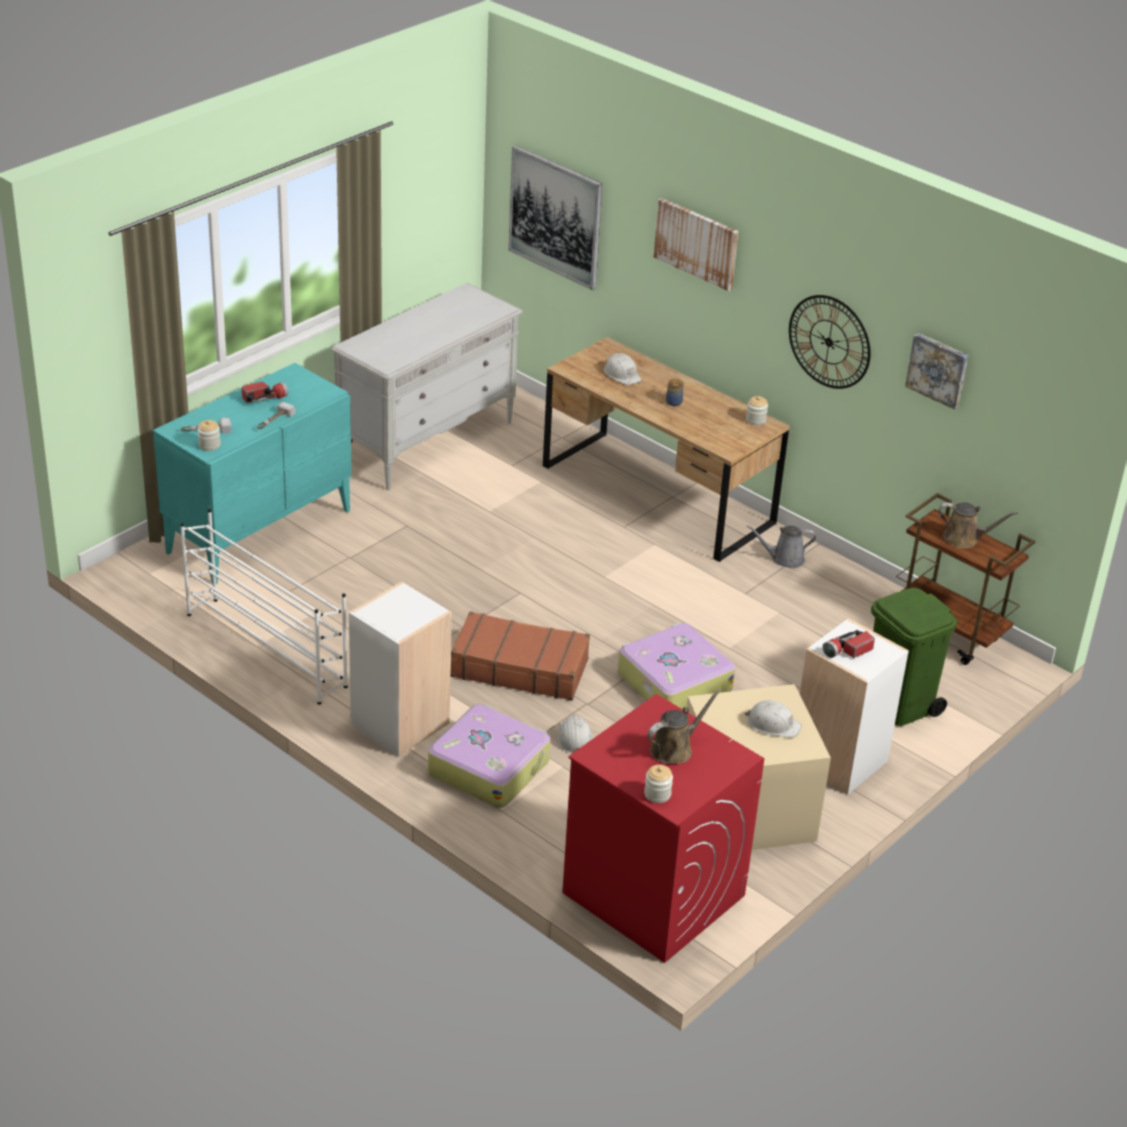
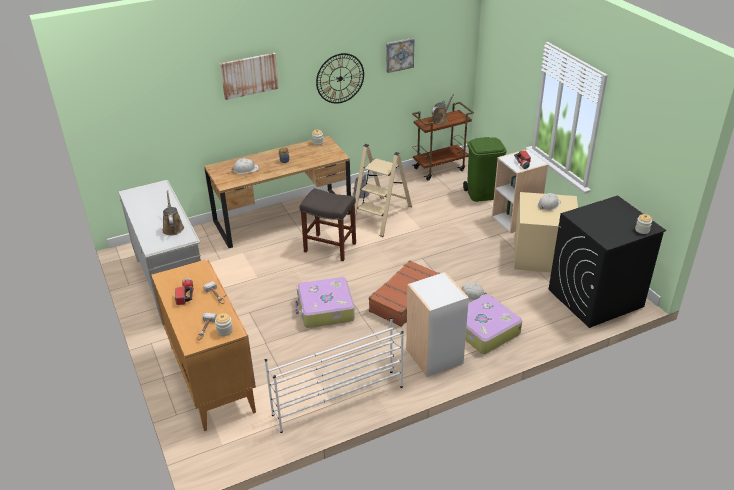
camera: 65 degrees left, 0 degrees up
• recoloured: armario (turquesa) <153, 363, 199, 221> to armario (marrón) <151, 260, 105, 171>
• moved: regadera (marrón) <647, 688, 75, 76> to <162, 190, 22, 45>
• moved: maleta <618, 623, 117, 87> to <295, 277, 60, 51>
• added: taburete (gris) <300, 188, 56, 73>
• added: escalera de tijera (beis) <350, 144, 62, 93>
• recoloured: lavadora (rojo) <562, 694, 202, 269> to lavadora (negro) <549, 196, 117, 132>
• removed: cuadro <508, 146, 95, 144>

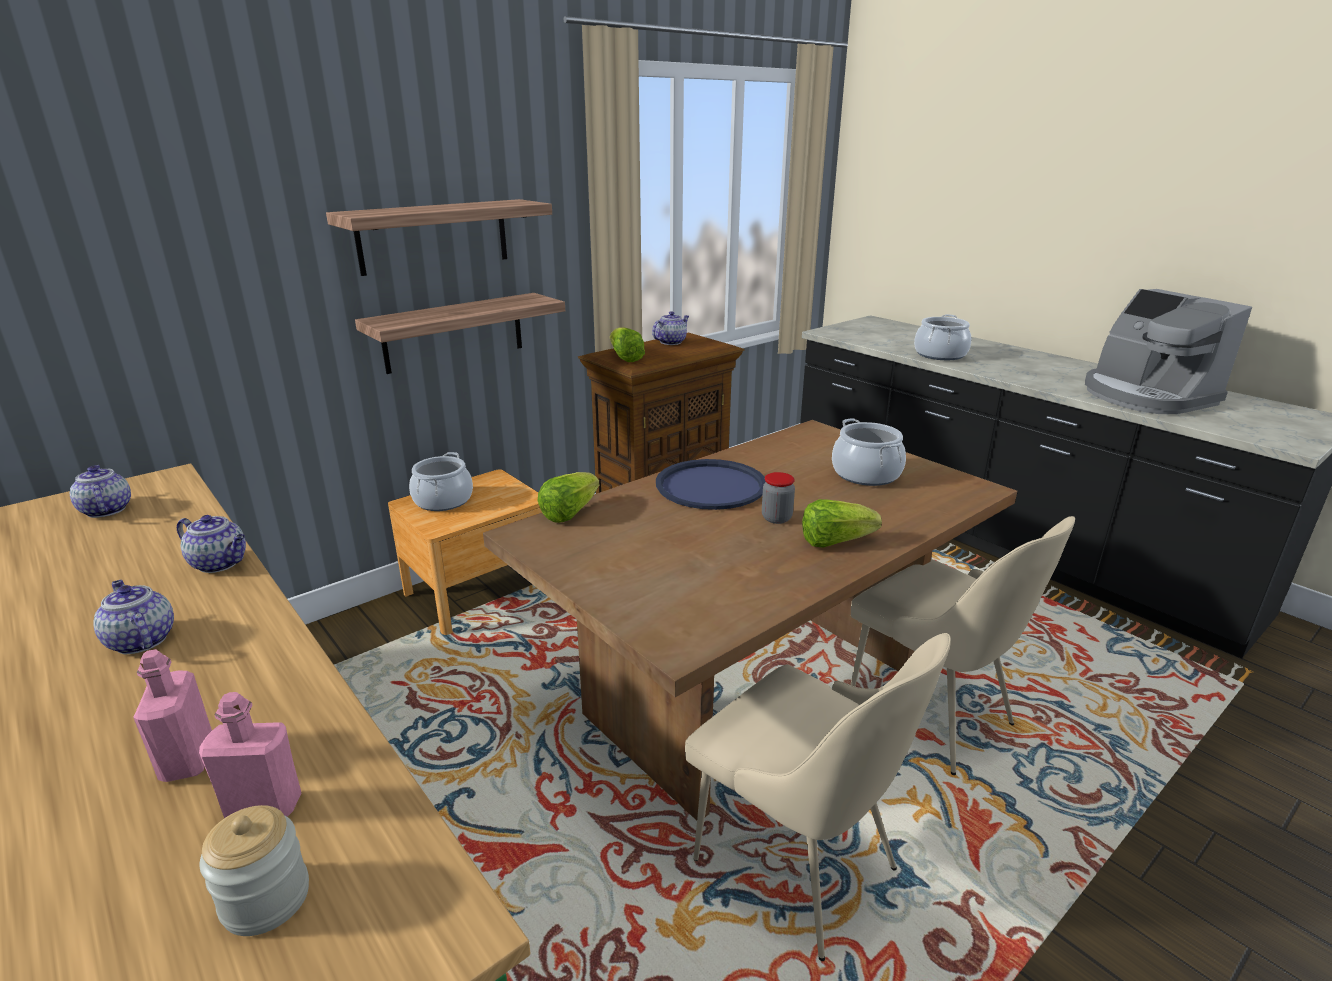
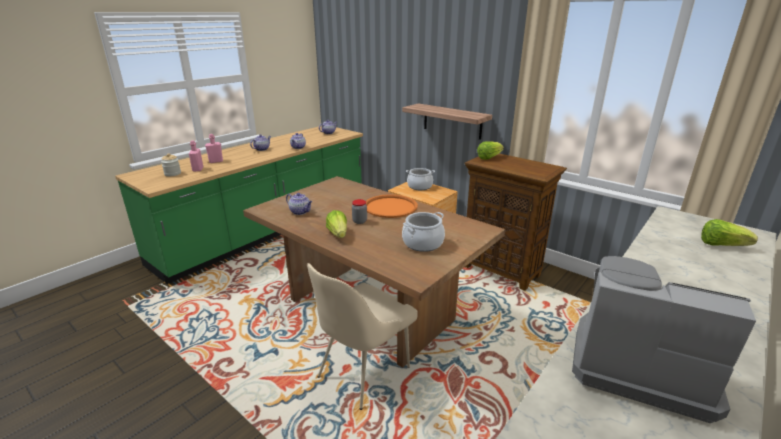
camera: 80 degrees right, 0 degrees up
• moved: tetera <652, 311, 37, 34> to <286, 193, 26, 22>
• recoloured: bandeja (azul) <656, 459, 109, 51> to bandeja (naranja) <366, 194, 52, 24>
• turned: cafetera <1085, 289, 167, 125> = <572, 256, 184, 167> 60 degrees clockwise
• moved: lechuga <538, 472, 61, 51> to <701, 219, 57, 27>
• removed: estante <326, 199, 226, 77>
• removed: silla (beis) <685, 633, 266, 328>
• removed: olla <914, 314, 57, 46>

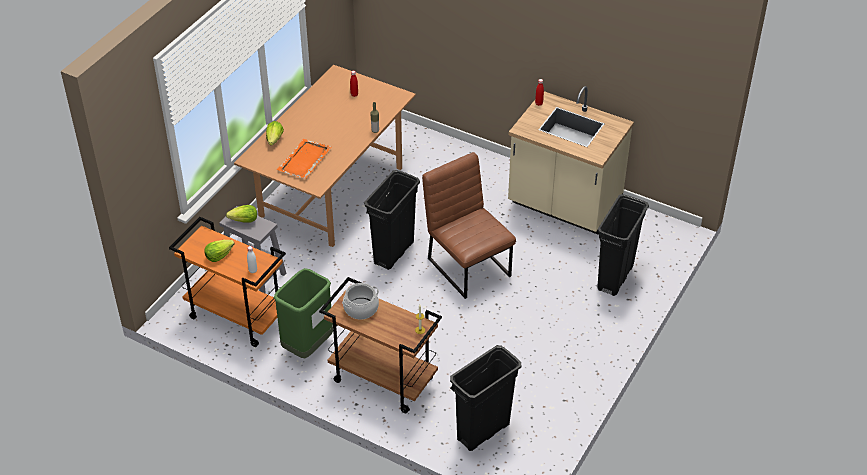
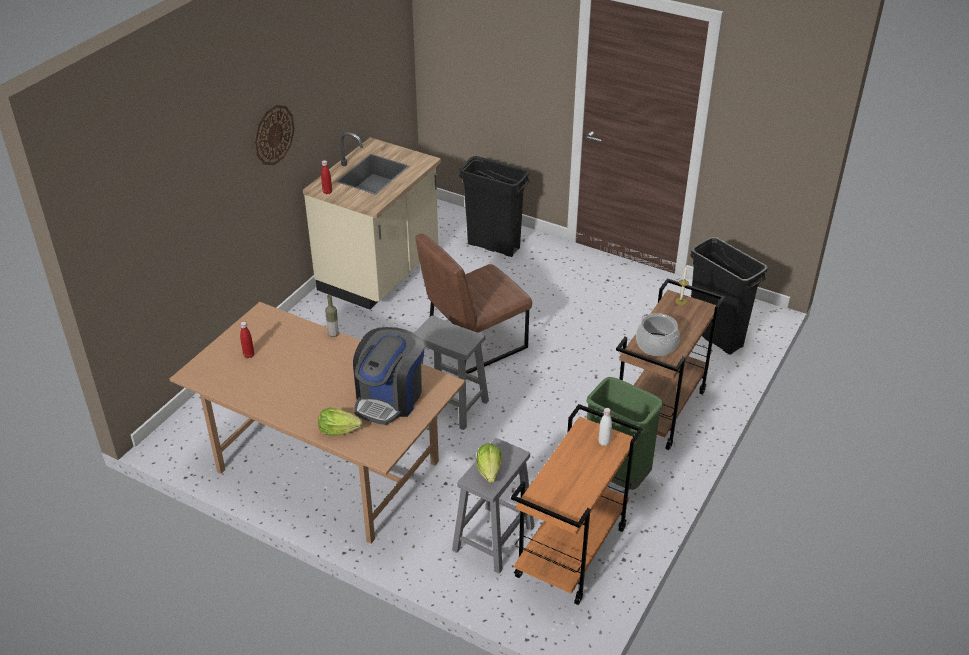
camera: 90 degrees left, 5 degrees down
• added: reloj de pared <254, 105, 41, 60>
• replaced: bandeja (naranja) <277, 139, 54, 40> to cafetera <353, 327, 71, 98>
• replaced: papelera (negro) <364, 170, 56, 100> to taburete (gris) <414, 316, 75, 114>
• removed: lechuga <204, 240, 30, 22>

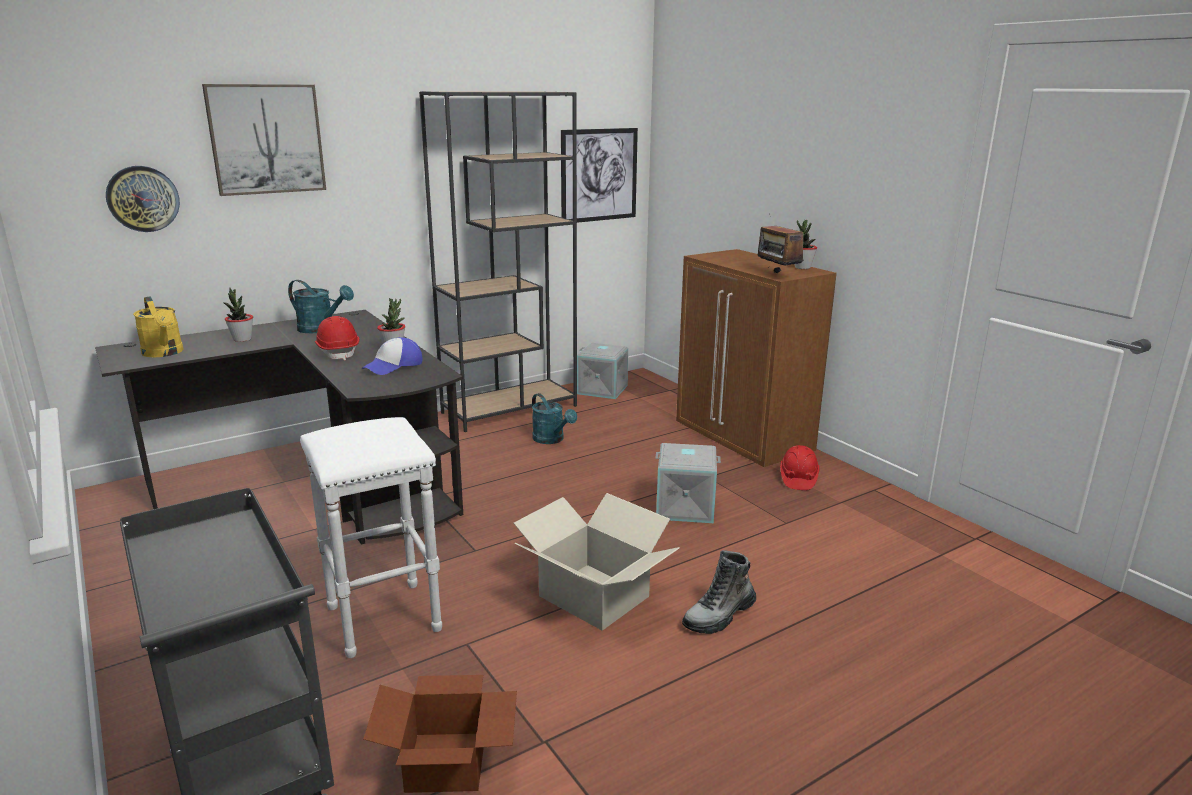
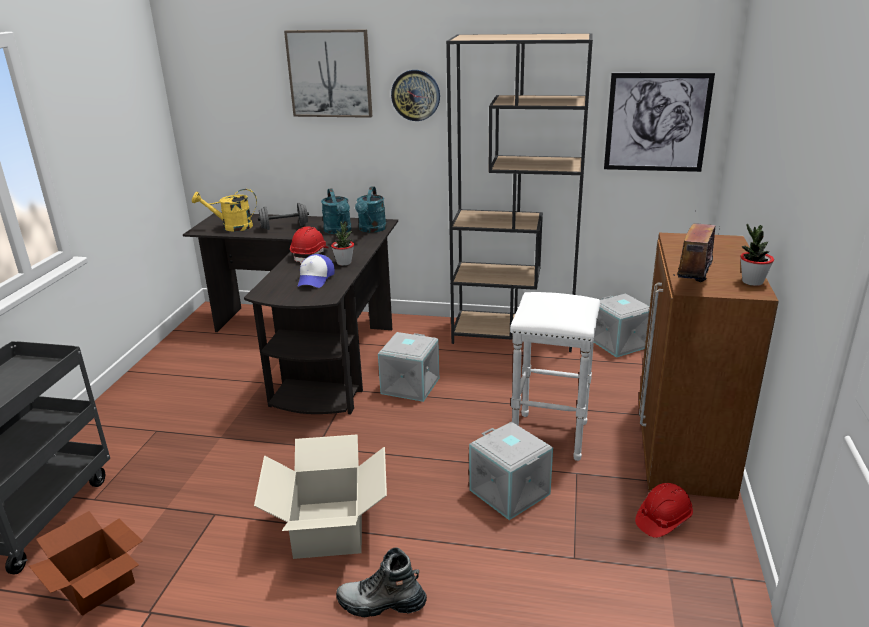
camera: 45 degrees right, 5 degrees up
• turned: regadera (amarillo) <133, 297, 50, 60> = <192, 189, 65, 43> 75 degrees clockwise
• replaced: planta en maceta <223, 288, 30, 54> to mancuerna (gris) <258, 203, 51, 27>
• turned: gorra <362, 337, 60, 38> = <298, 254, 37, 34> 75 degrees counterclockwise
• moved: regadera (turquesa) <532, 393, 45, 51> to <355, 187, 32, 46>
• added: caja de almacenaje (gris) <378, 332, 61, 70>
• moved: reloj de pared <106, 166, 74, 66> to <391, 70, 49, 51>
• moved: taburete (blanco) <300, 417, 142, 241> to <510, 292, 90, 169>

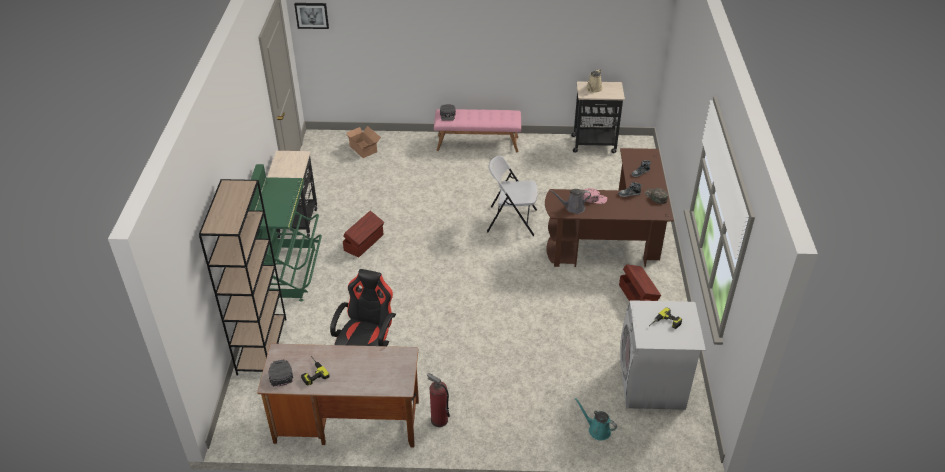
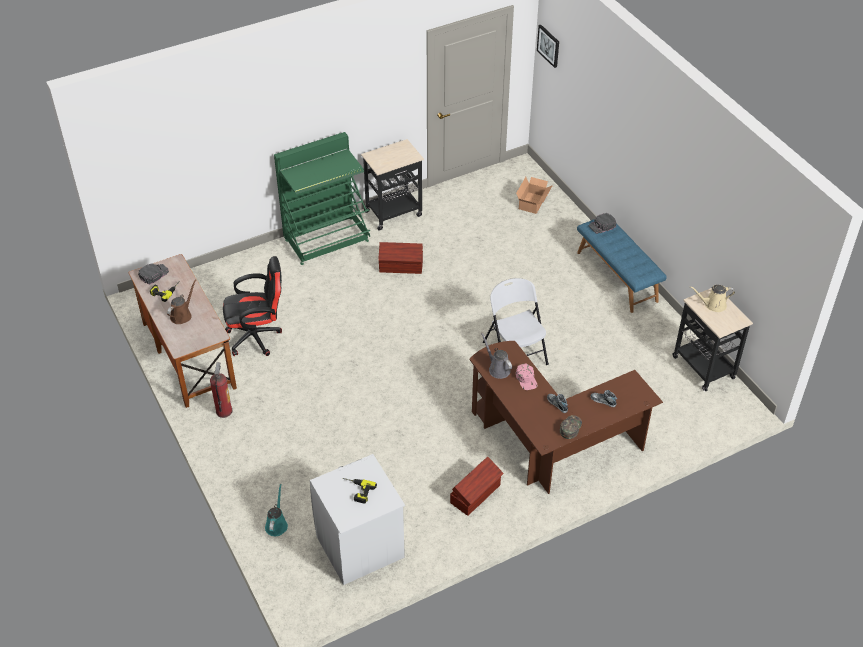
camera: 60 degrees right, 5 degrees up
• added: regadera (marrón) <167, 279, 29, 45>
• recoloured: banco (rosa) <434, 109, 87, 43> to banco (azul) <577, 219, 90, 94>
• removed: estantería (beis) <199, 179, 88, 197>

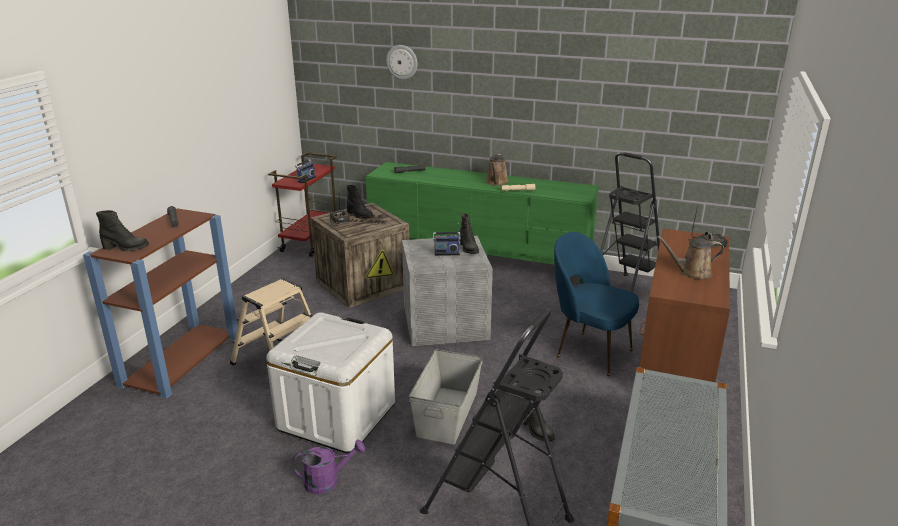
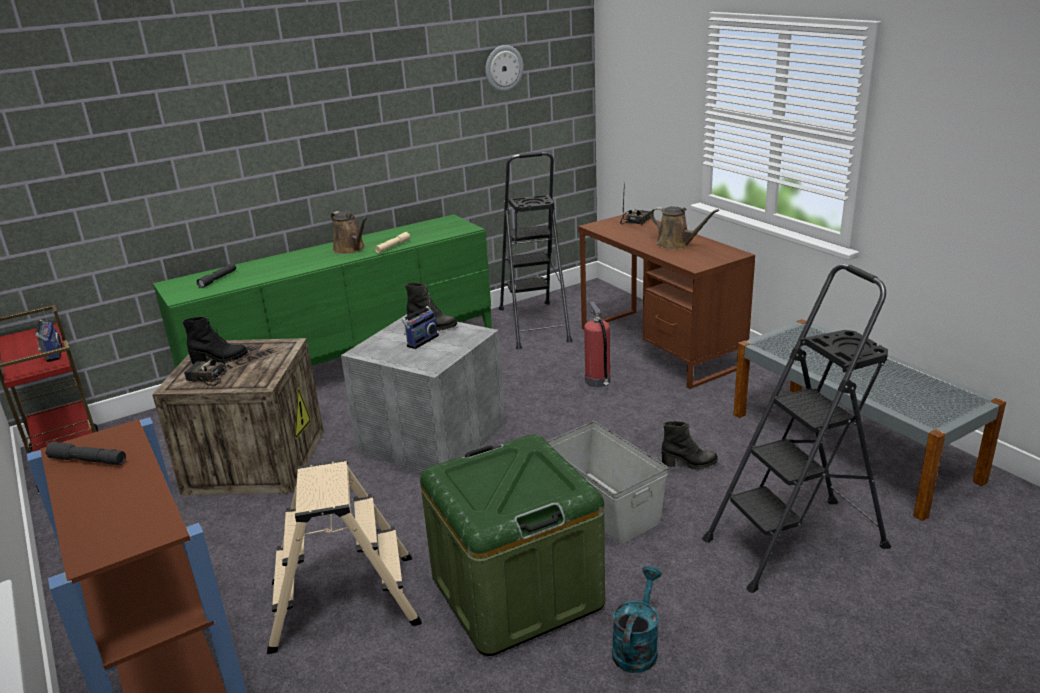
camera: 50 degrees left, 0 degrees up
• recoloured: caja de almacenaje (blanco) <266, 312, 129, 141> to caja de almacenaje (verde) <420, 434, 185, 222>
• moved: reloj de pared <386, 45, 32, 35> to <485, 45, 39, 47>
• replaced: silla (azul) <554, 232, 85, 144> to extintor <584, 301, 27, 88>
• recoloured: regadera (morado) <293, 439, 72, 55> to regadera (turquesa) <612, 566, 50, 107>
• turned: regadera (marrón) <656, 236, 68, 43> = <650, 206, 69, 44> 90 degrees counterclockwise
• removed: bota (negro) <96, 210, 53, 42>

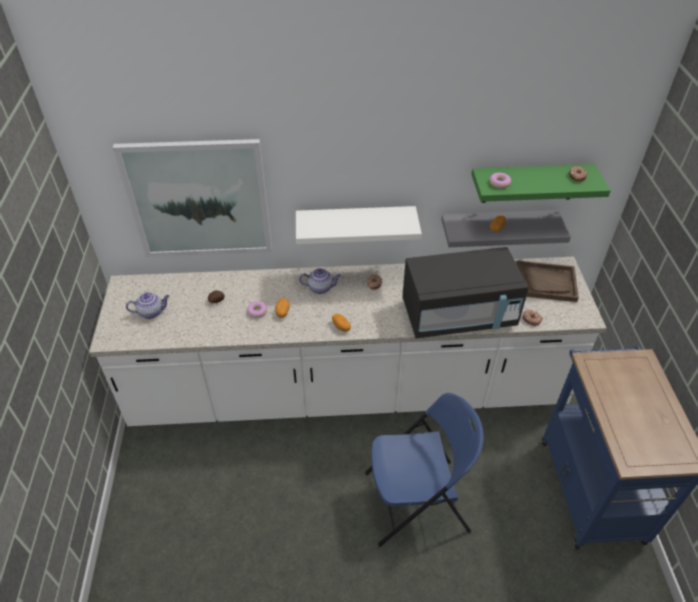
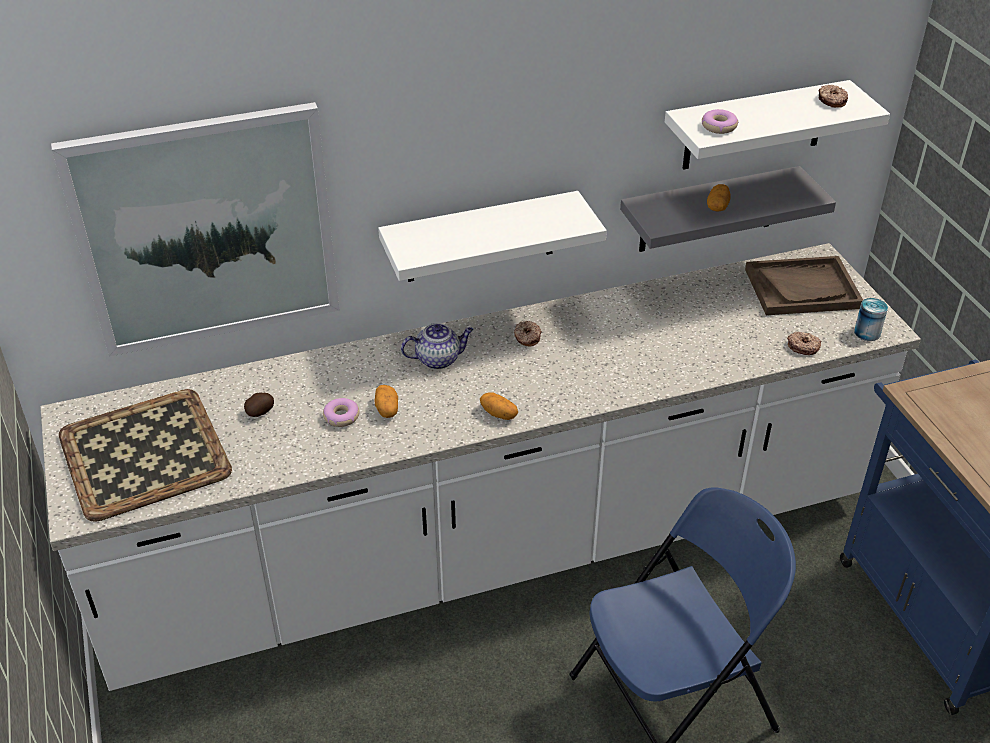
camera: 15 degrees left, 5 degrees down
• replaced: tetera <126, 292, 43, 27> to bandeja <59, 389, 173, 133>
• recoloured: estante (verde) <471, 164, 140, 39> to estante (blanco) <665, 80, 225, 90>
• added: lata <854, 298, 34, 43>
• removed: microondas (negro) <402, 247, 127, 91>

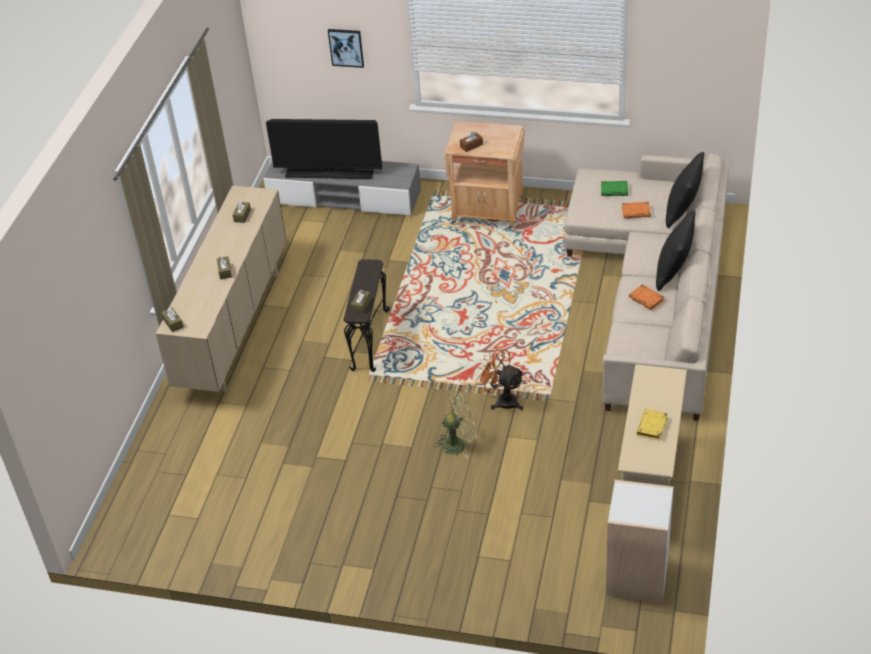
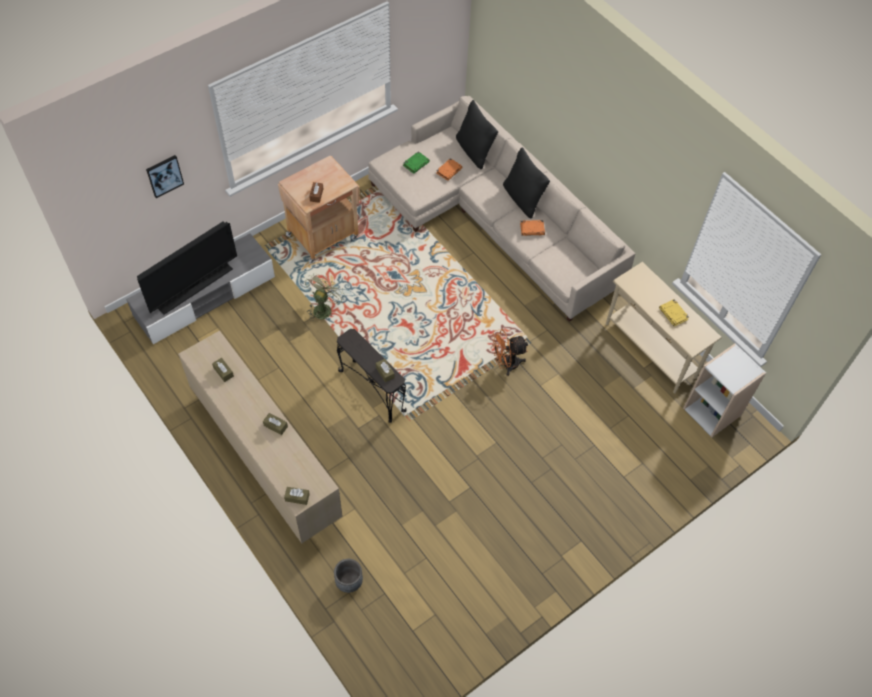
camera: 55 degrees left, 15 degrees up
• moved: ventilador (verde) <434, 392, 43, 67> to <305, 273, 40, 48>
• added: maceta (gris) <334, 559, 29, 34>

